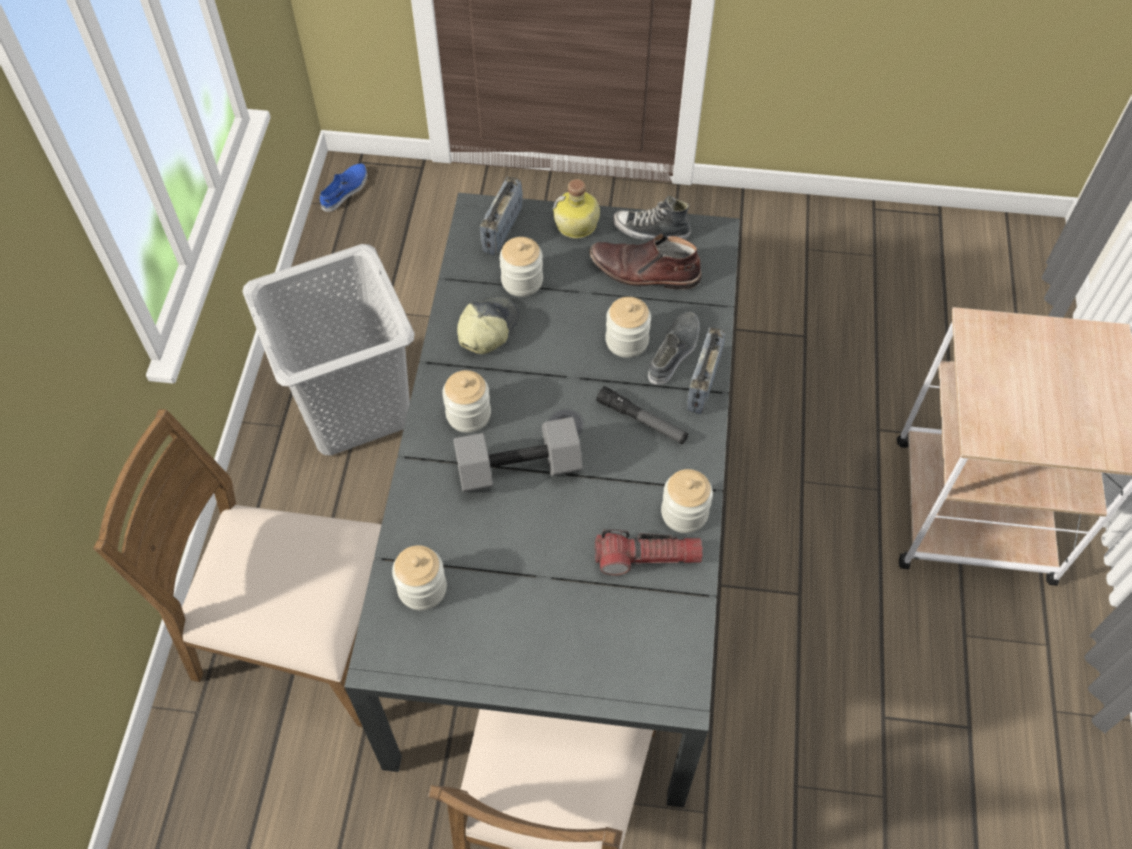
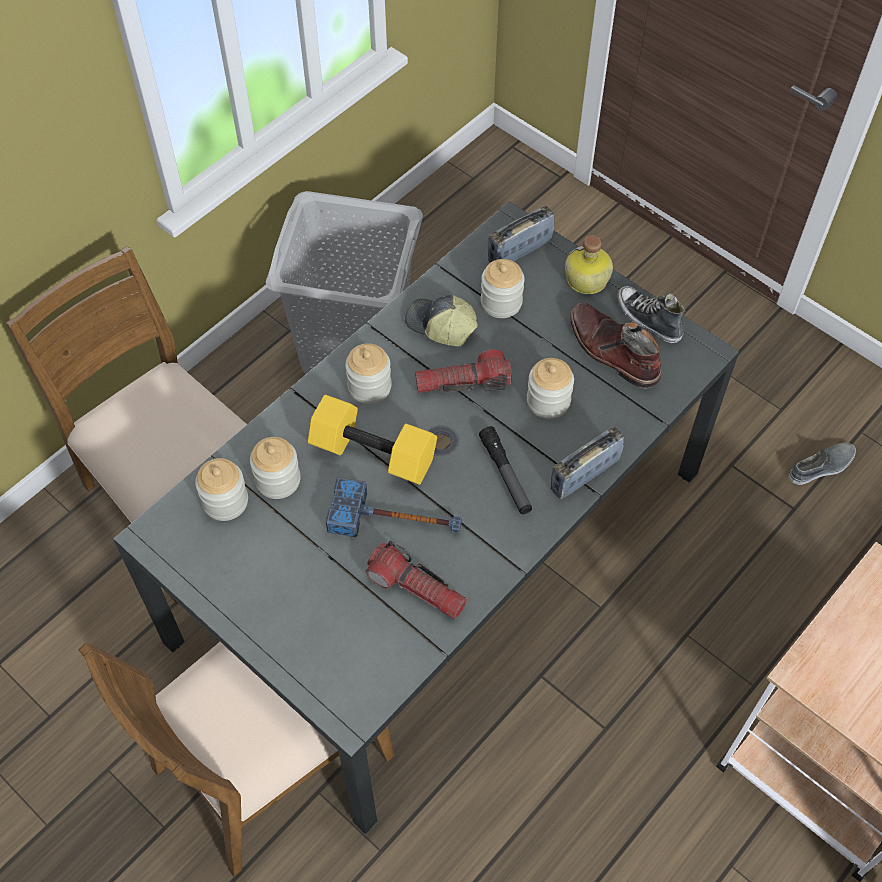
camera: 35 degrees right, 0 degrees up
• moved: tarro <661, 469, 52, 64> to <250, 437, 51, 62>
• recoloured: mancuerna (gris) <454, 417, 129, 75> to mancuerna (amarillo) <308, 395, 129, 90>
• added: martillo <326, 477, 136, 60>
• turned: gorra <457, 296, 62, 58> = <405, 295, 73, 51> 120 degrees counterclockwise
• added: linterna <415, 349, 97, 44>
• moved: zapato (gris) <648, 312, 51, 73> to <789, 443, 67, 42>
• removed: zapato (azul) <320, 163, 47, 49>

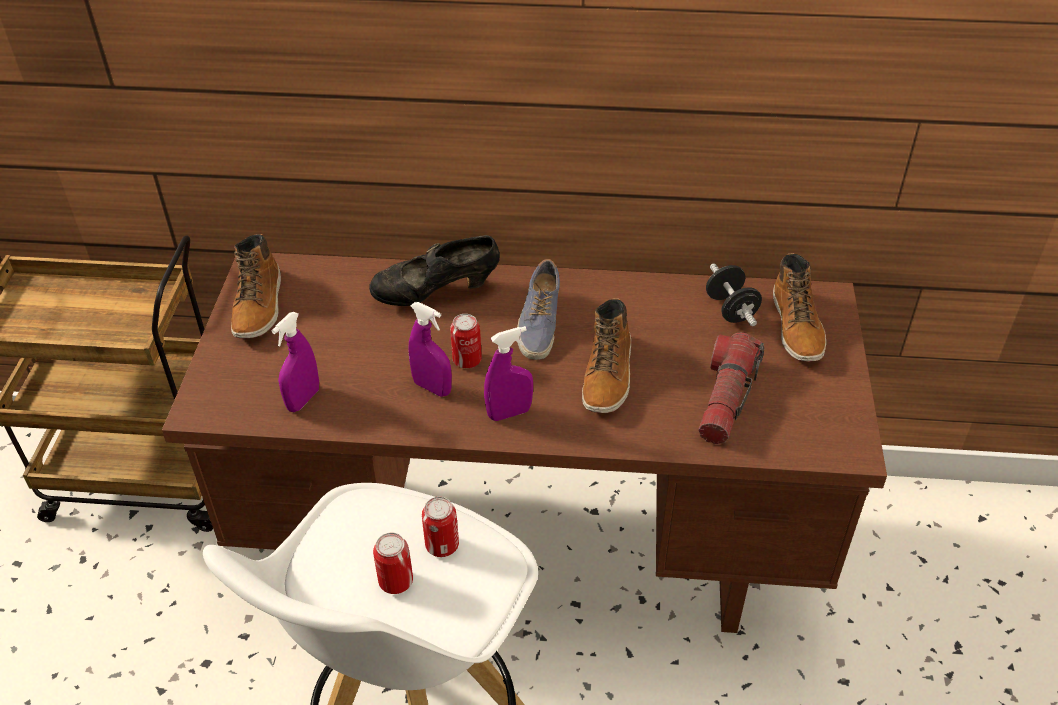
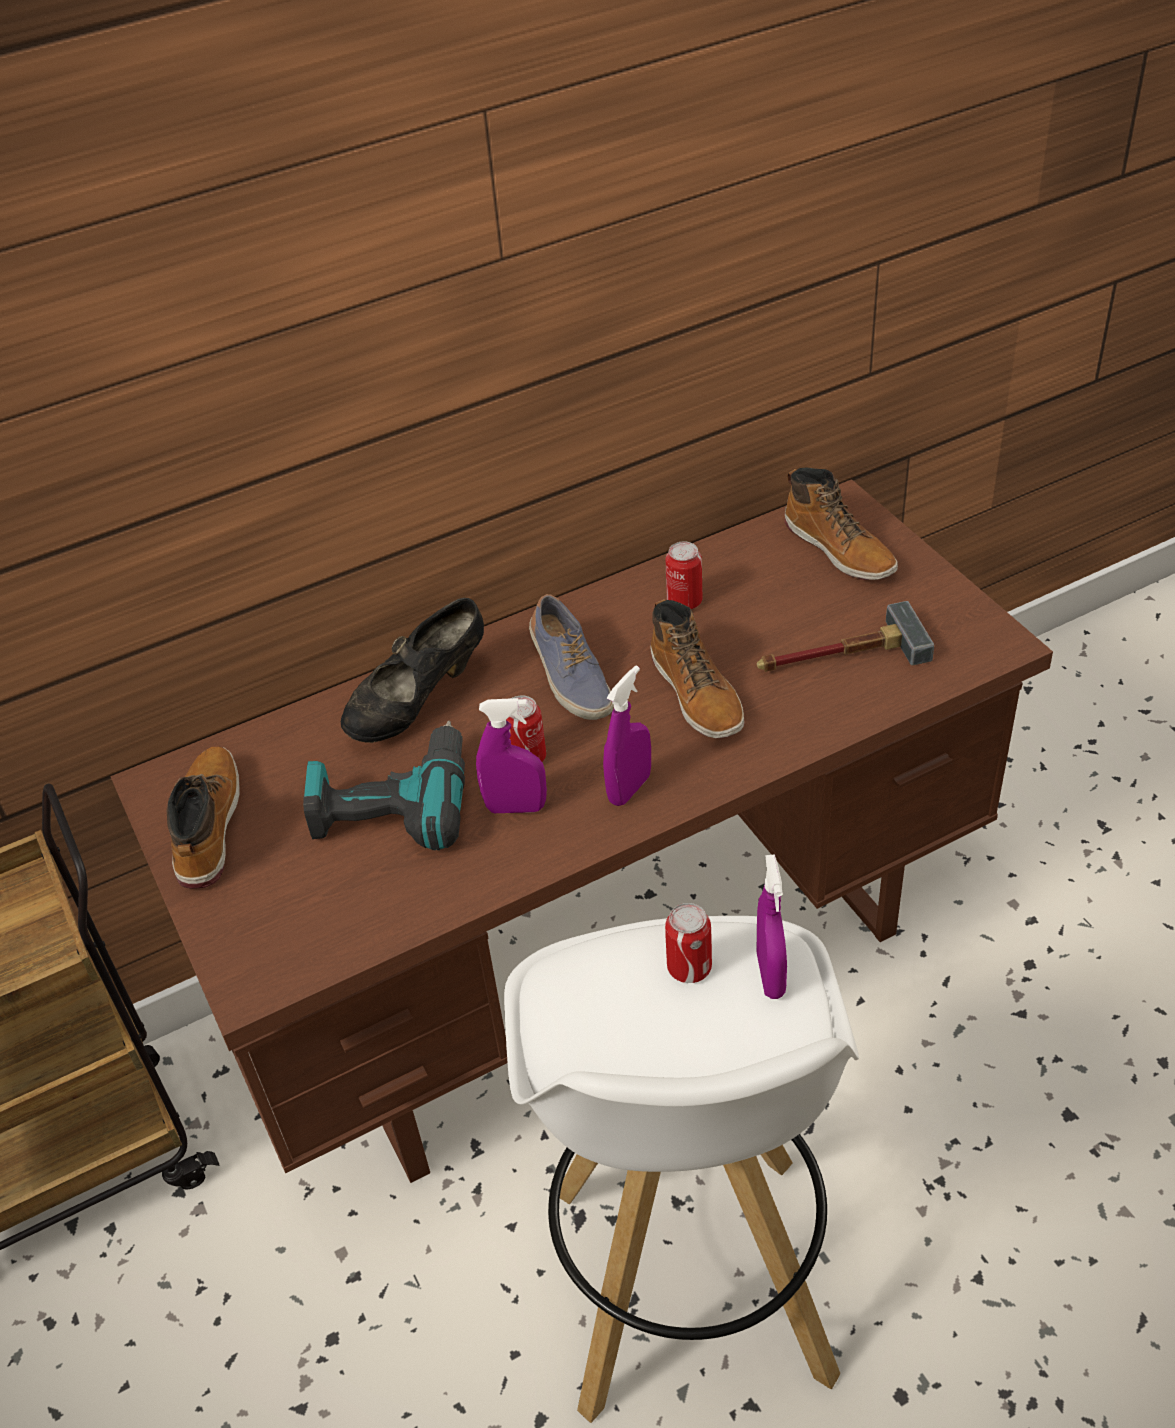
camera: 30 degrees left, 0 degrees up
• turned: bota <231, 234, 50, 104> = <166, 747, 74, 142> 150 degrees counterclockwise
• added: taladro <303, 721, 162, 129>
• moved: lata <373, 533, 40, 61> to <666, 541, 37, 68>
• replaced: linterna <698, 332, 67, 112> to martillo <757, 601, 177, 71>
• moved: pulverizador (morado) <272, 312, 47, 100> to <757, 854, 30, 145>
• removed: mancuerna (negro) <706, 263, 56, 63>

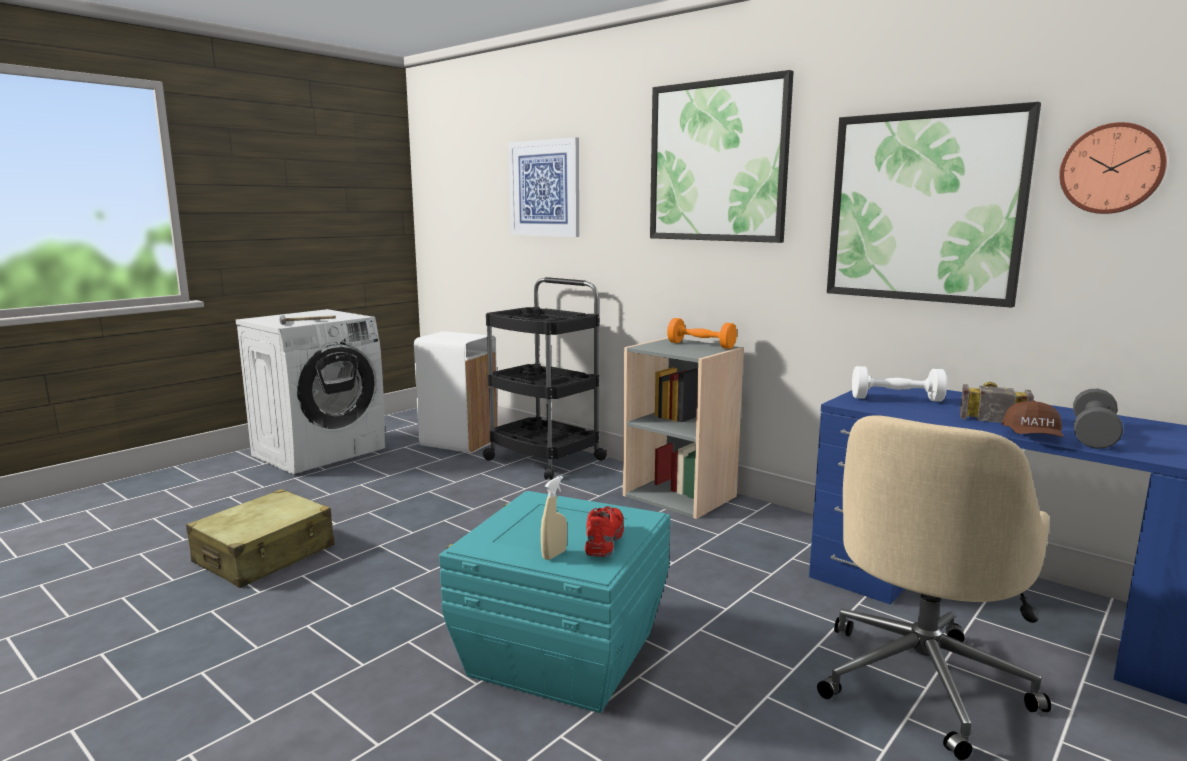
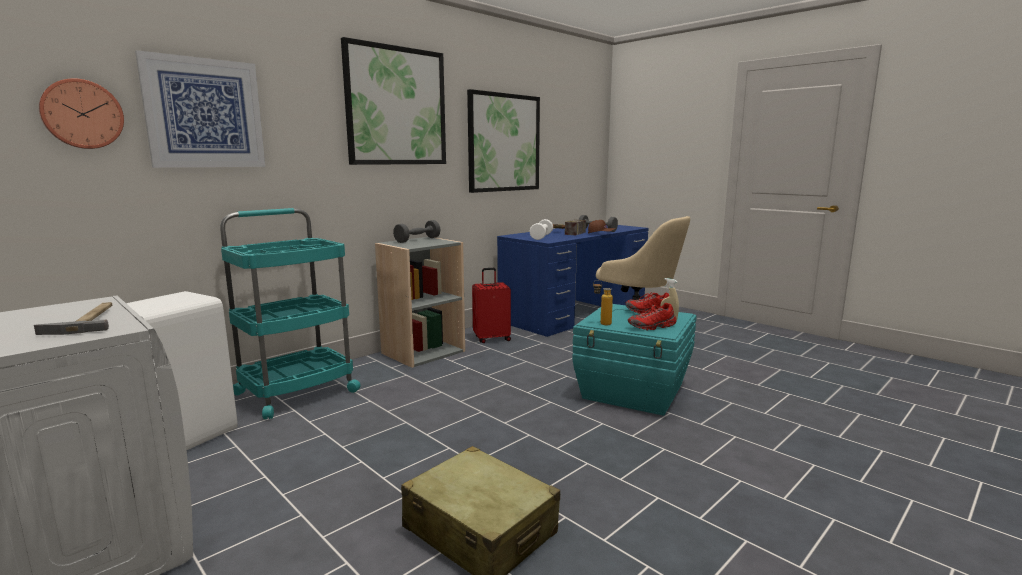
camera: 85 degrees left, 0 degrees up
• moved: reloj de pared <1059, 122, 108, 92> to <39, 78, 85, 71>
• recoloured: carrito (negro) <483, 277, 124, 203> to carrito (turquesa) <220, 208, 141, 211>
• recoloured: mancuerna (naranja) <667, 318, 70, 31> to mancuerna (gris) <393, 220, 47, 23>
• added: maleta (rojo) <472, 268, 39, 75>
• added: botella <593, 280, 20, 45>
• added: zapato (rojo) <628, 303, 48, 28>

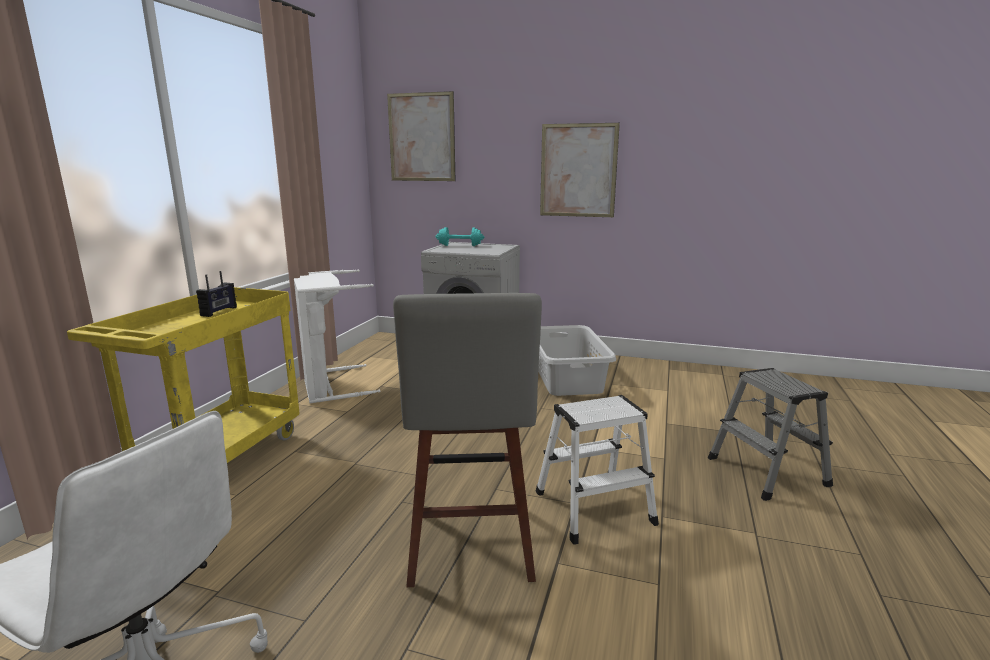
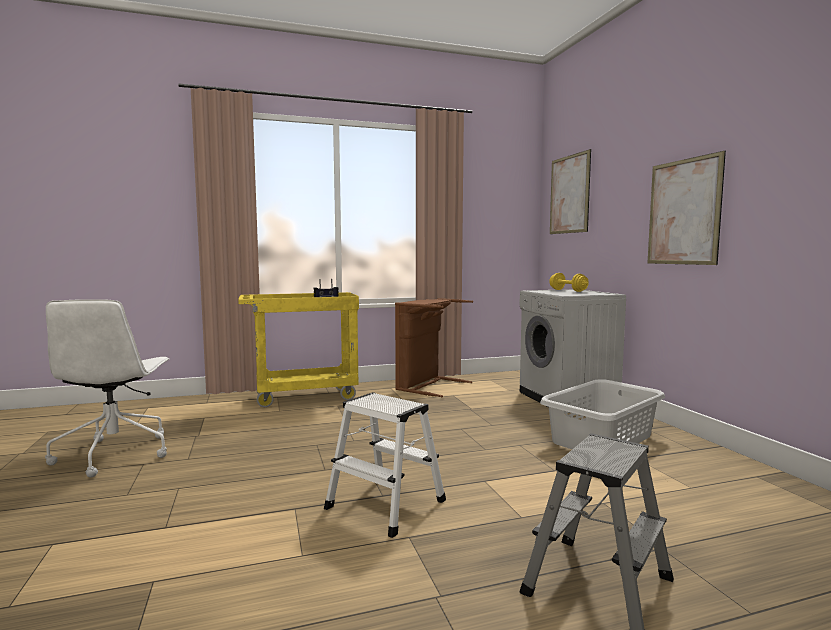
camera: 55 degrees right, 10 degrees down
• recoloured: cesto de la ropa (blanco) <294, 269, 86, 134> to cesto de la ropa (marrón) <395, 298, 78, 99>
• recoloured: mancuerna (turquesa) <436, 227, 48, 19> to mancuerna (amarillo) <549, 273, 40, 19>
• removed: taburete (gris) <393, 293, 149, 295>

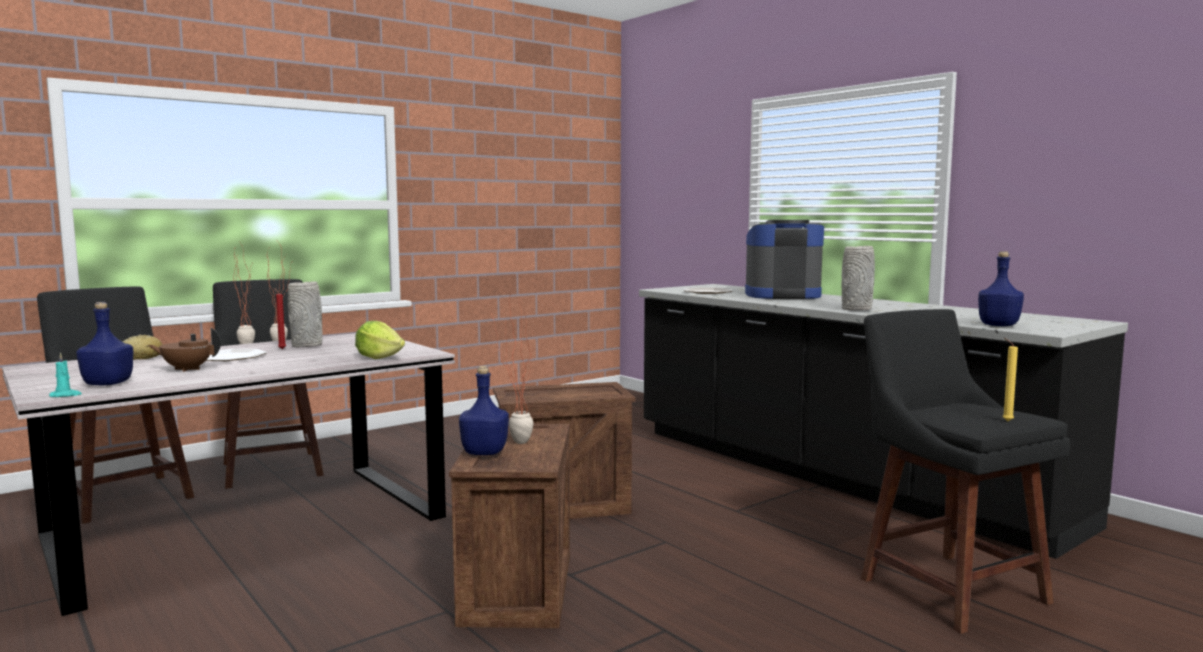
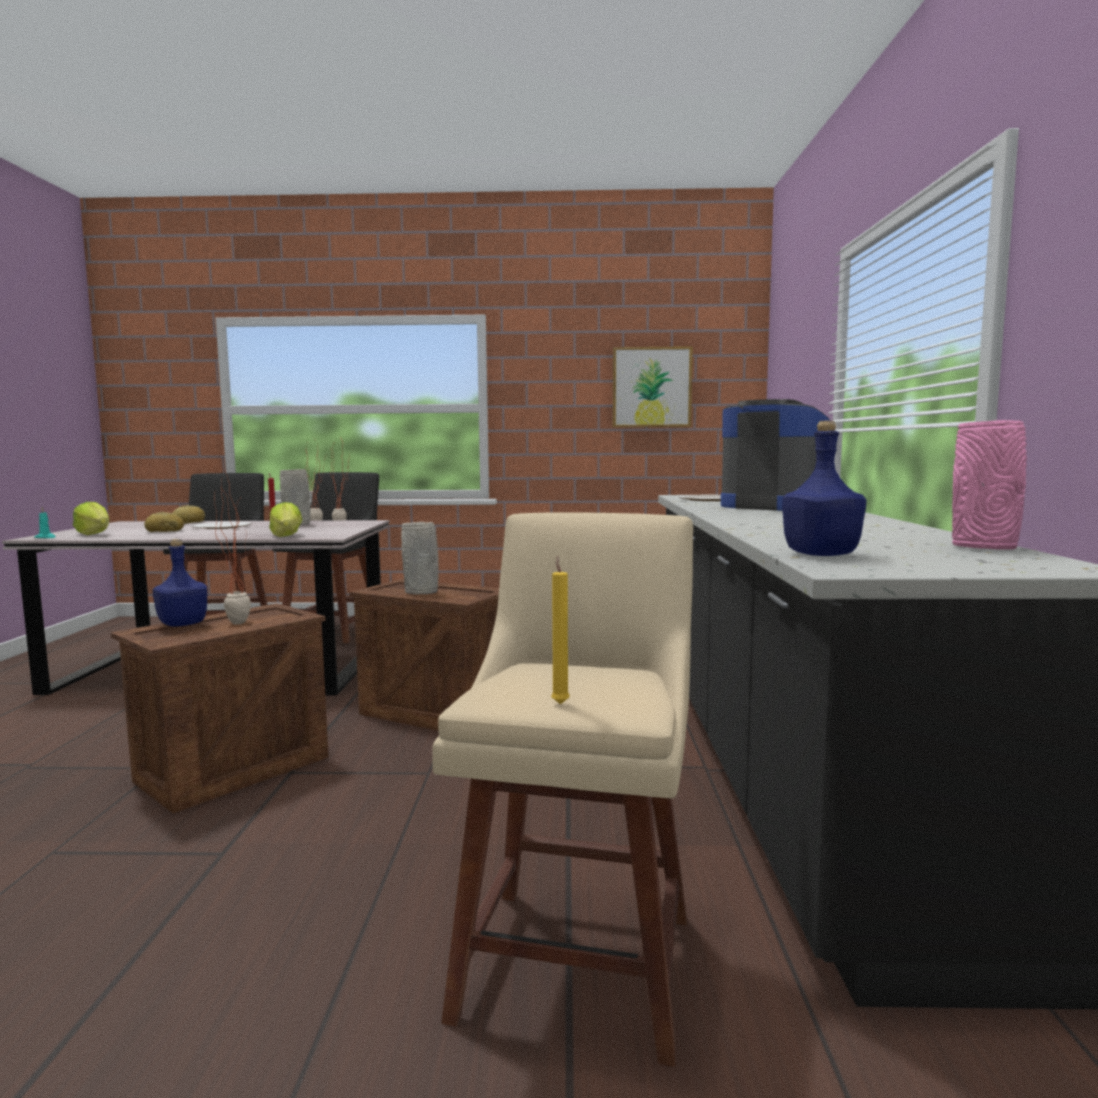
camera: 40 degrees right, 0 degrees up
• replaced: botella (azul) <76, 302, 58, 83> to lechuga <73, 502, 36, 33>
• replaced: tetera (marrón) <148, 328, 73, 44> to pan <144, 512, 40, 20>
• moved: florero (gris) <842, 246, 33, 64> to <401, 522, 38, 73>
• recoloured: taburete (negro) <861, 309, 209, 325> to taburete (beis) <432, 512, 261, 555>
• added: cuadro <613, 346, 80, 81>
• added: florero (rosa) <952, 420, 75, 130>

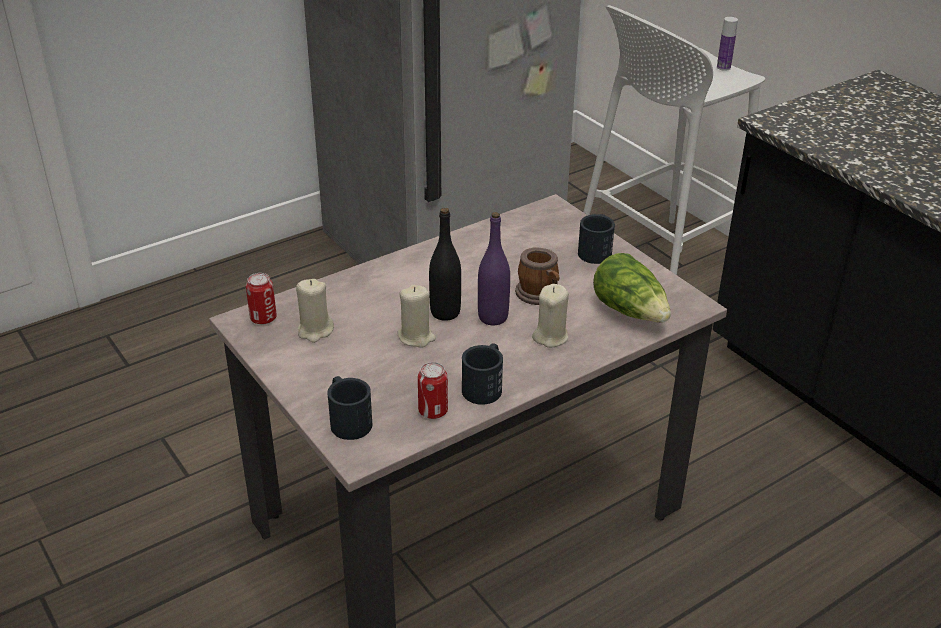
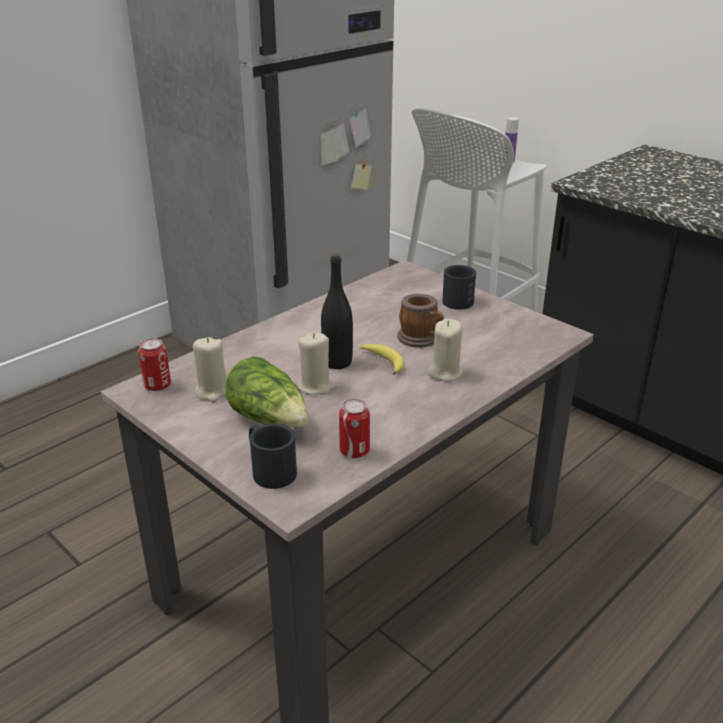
camera: 10 degrees left, 5 degrees down
• moved: lechuga <593, 253, 78, 70> to <225, 357, 83, 71>
• replaced: botella (morado) <478, 212, 32, 113> to plátano <360, 344, 44, 31>
• removed: taza grande (negro) <462, 343, 41, 62>

